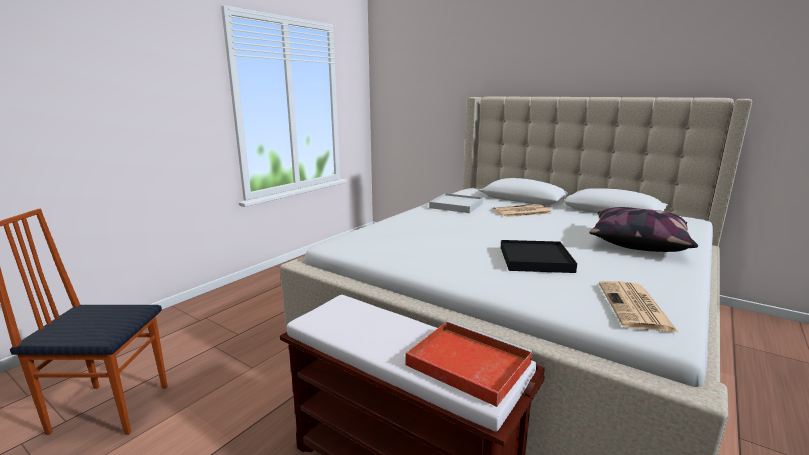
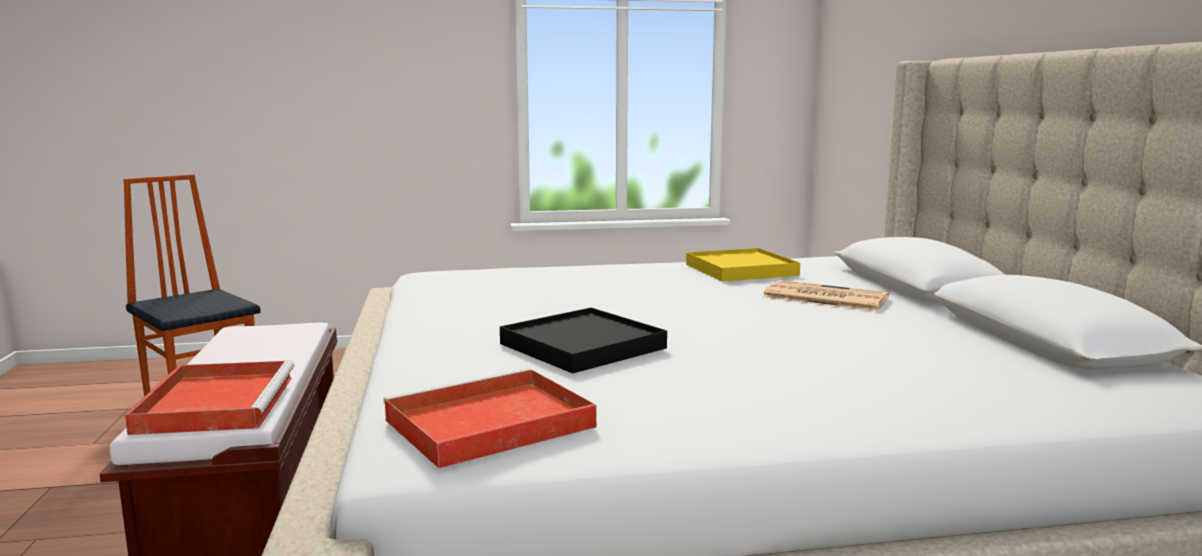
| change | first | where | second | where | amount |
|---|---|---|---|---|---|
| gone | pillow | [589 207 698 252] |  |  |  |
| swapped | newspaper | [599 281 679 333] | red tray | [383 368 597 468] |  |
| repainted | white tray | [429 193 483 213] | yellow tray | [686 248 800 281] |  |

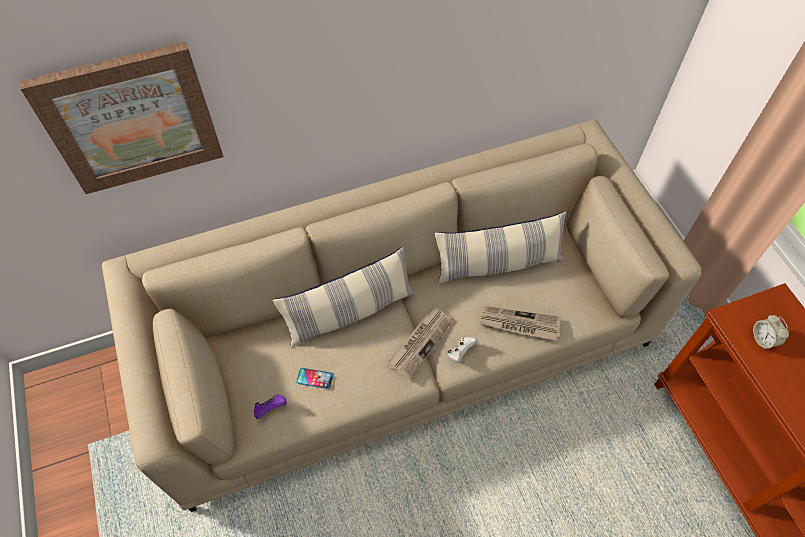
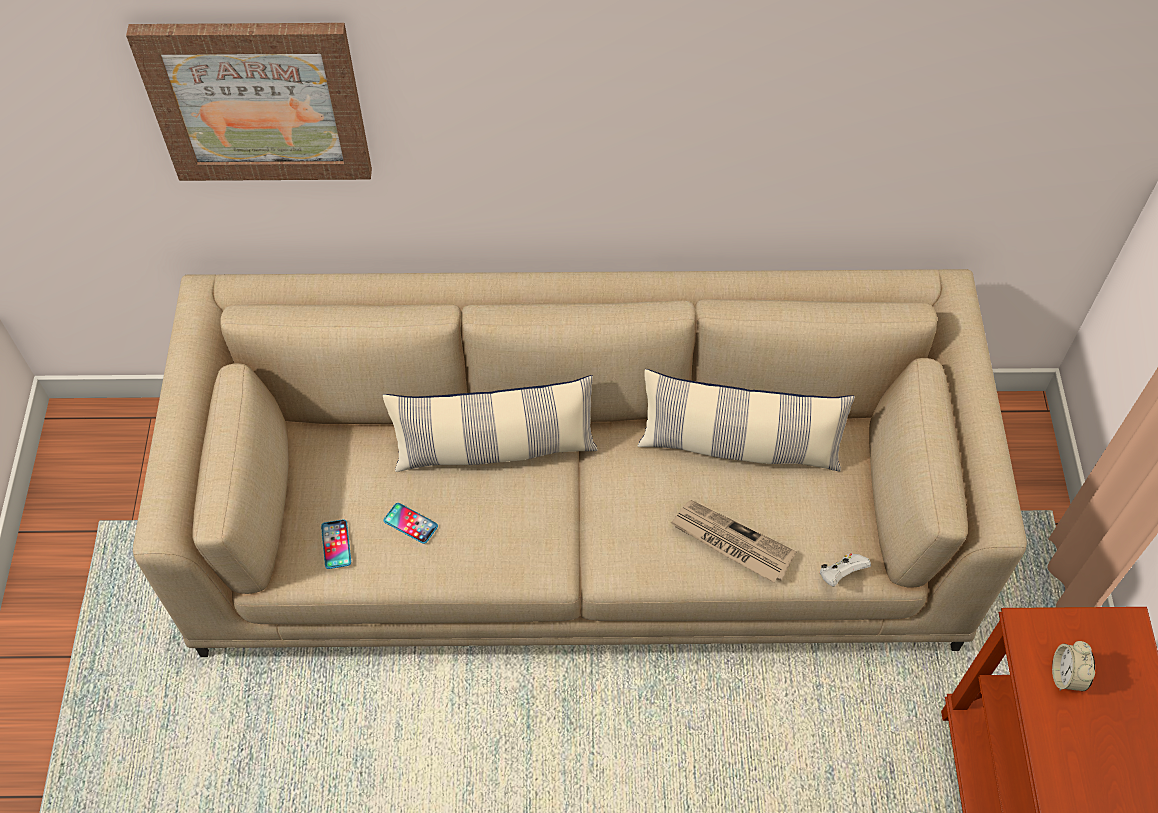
| change | first | where | second | where | amount |
|---|---|---|---|---|---|
| gone | newspaper | [388 305 452 381] |  |  |  |
| shifted | white game controller | [448 337 478 363] |  | [820 553 871 587] |  |
| swapped | purple game controller | [254 394 287 419] | phone | [321 519 351 569] |  |

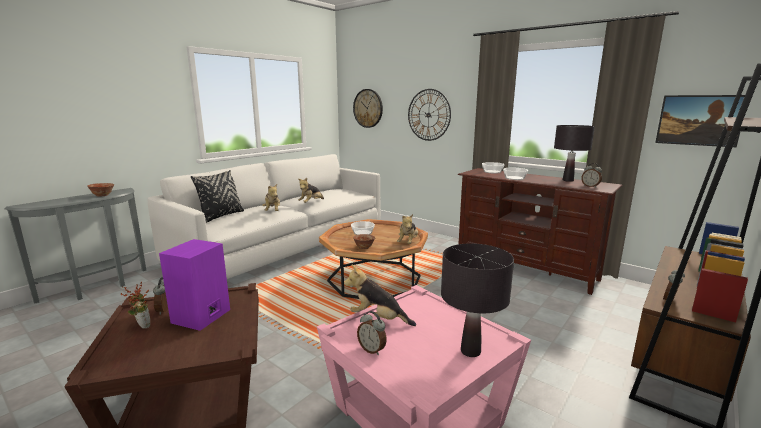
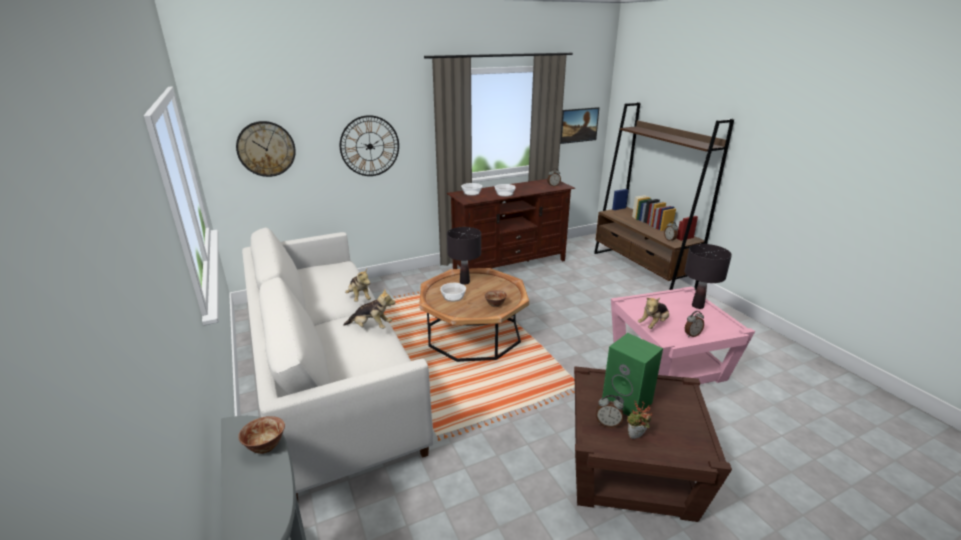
| change | first | where | second | where | amount |
|---|---|---|---|---|---|
| gone | black pillow | [191 170 244 223] |  |  |  |
| gone | plush toy | [397 214 418 244] |  |  |  |
| shifted | black table lamp | [554 125 595 182] |  | [447 227 481 284] |  |
| repainted | purple speaker | [159 239 230 331] | green speaker | [602 333 663 416] |  |

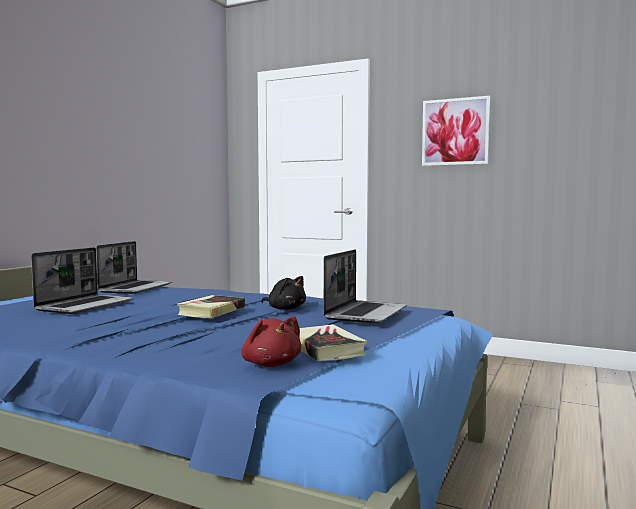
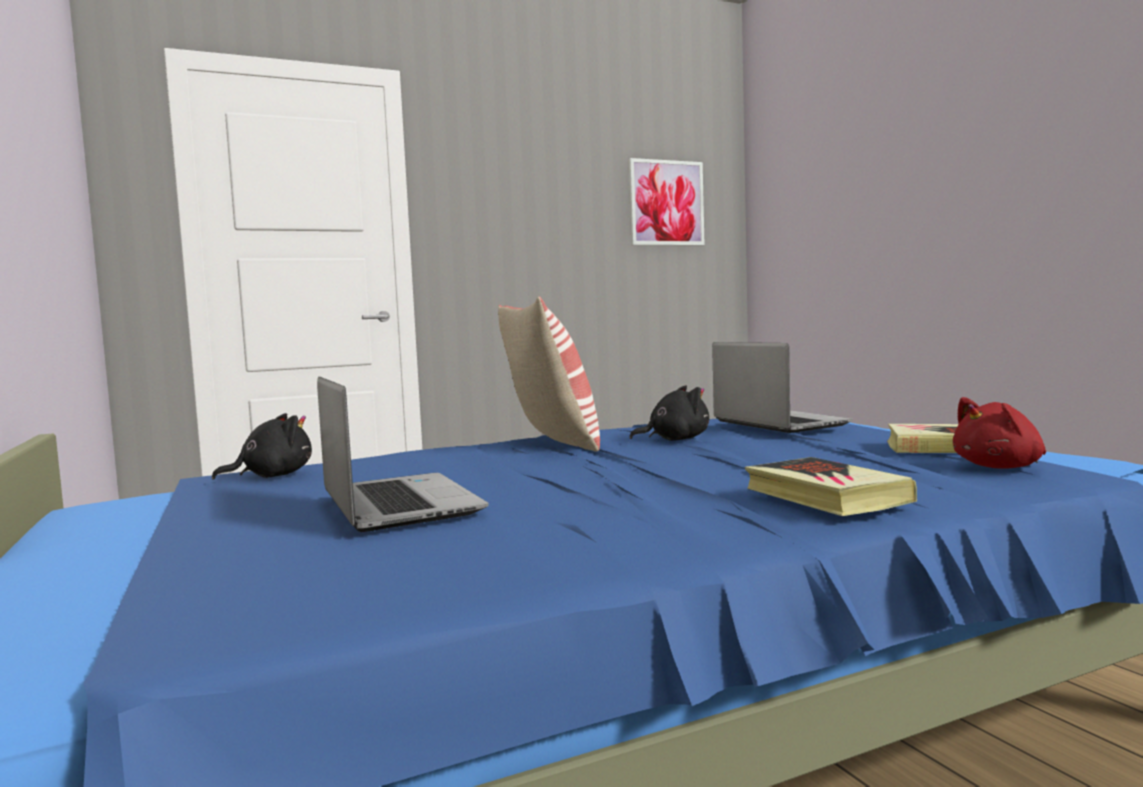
| change | first | where | second | where | amount |
|---|---|---|---|---|---|
| new |  |  | pillow | [498 297 600 452] |  |
| shifted | book | [177 295 245 318] |  | [745 457 917 516] |  |
| shifted | picture | [422 96 490 166] |  | [628 158 705 245] |  |
| swapped | laptop | [96 241 172 294] | black plush toy | [212 413 312 480] |  |
| rotated | red plush toy | [242 317 301 367] |  | [953 397 1046 469] | 150 degrees clockwise |

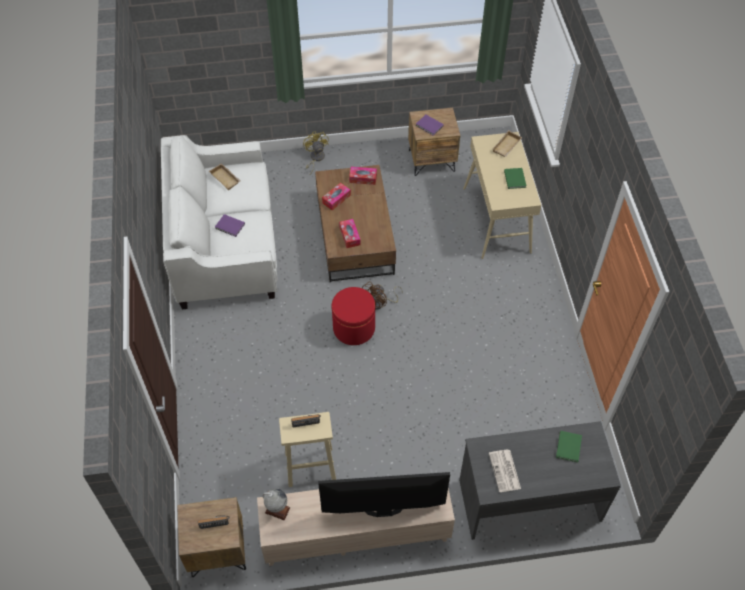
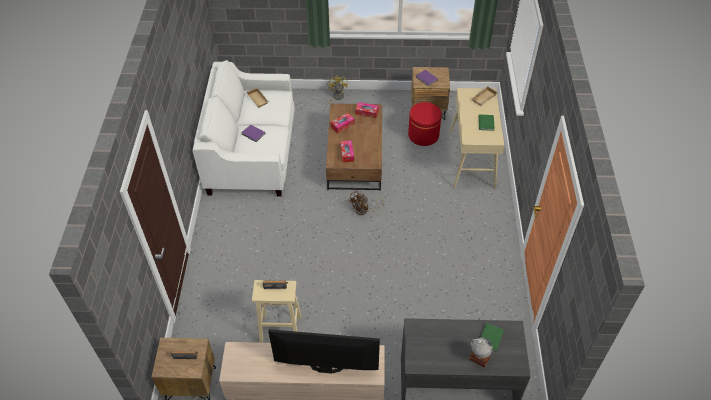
| change | first | where | second | where | amount |
|---|---|---|---|---|---|
| gone | newspaper | [489 450 521 492] |  |  |  |
| shifted | globe | [262 488 290 520] |  | [468 337 493 367] |  |
| shifted | red ottoman | [331 287 376 345] |  | [408 102 442 146] |  |

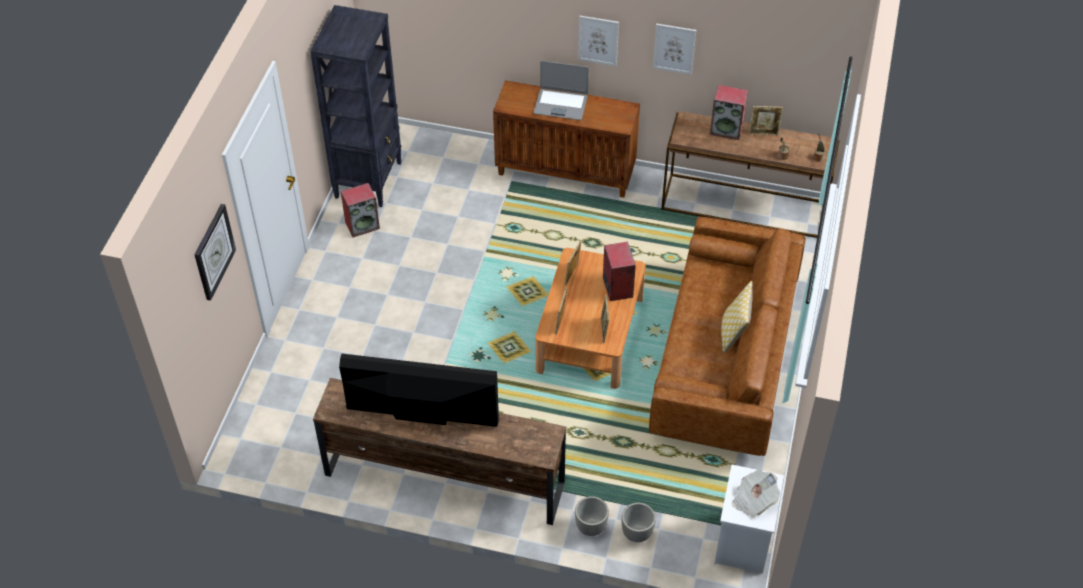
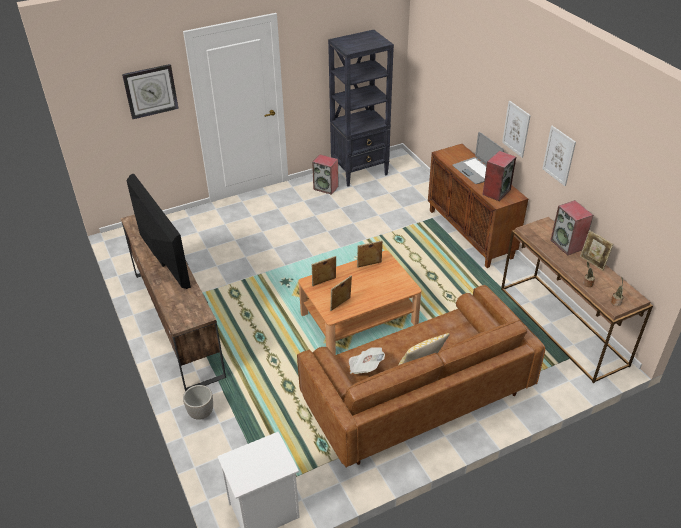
| change | first | where | second | where | amount |
|---|---|---|---|---|---|
| gone | planter | [621 503 656 542] |  |  |  |
| shifted | speaker | [603 241 636 301] |  | [482 151 516 201] |  |
| shifted | newspaper | [732 470 780 518] |  | [349 347 385 374] |  |

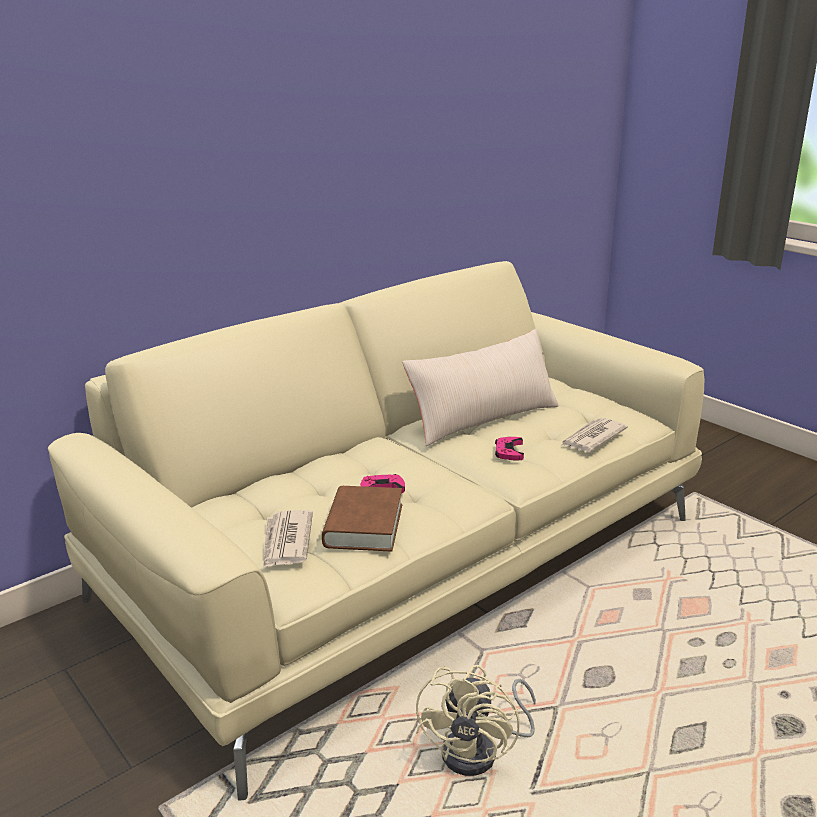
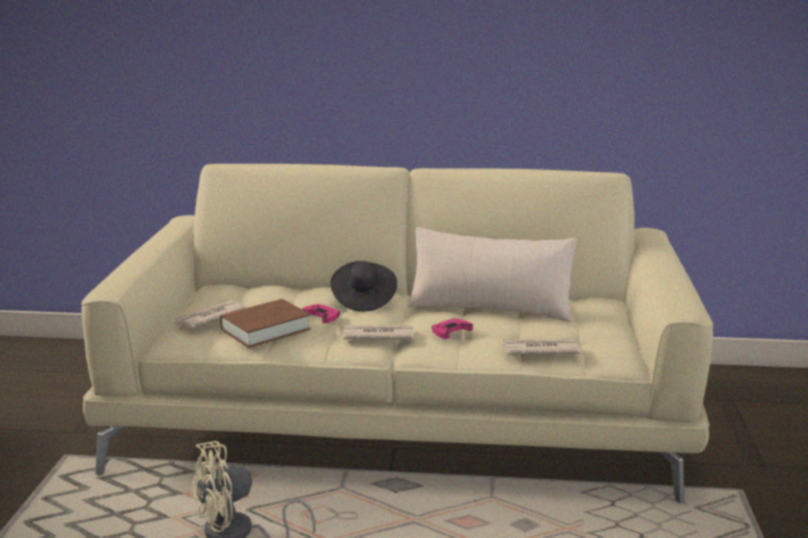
| change | first | where | second | where | amount |
|---|---|---|---|---|---|
| new |  |  | black hat | [330 261 397 312] |  |
| new |  |  | newspaper | [342 325 414 340] |  |

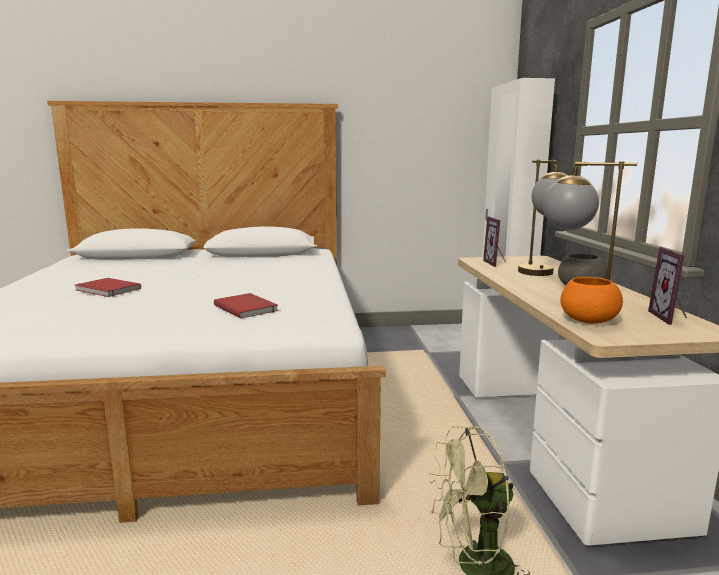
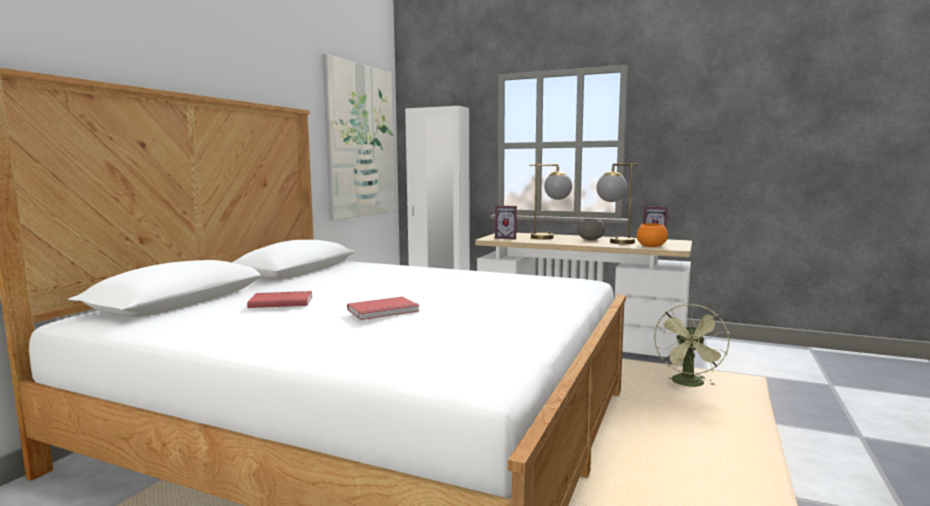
| change | first | where | second | where | amount |
|---|---|---|---|---|---|
| new |  |  | picture | [322 54 395 220] |  |
| shifted | red book | [214 293 278 319] |  | [247 291 312 308] |  |

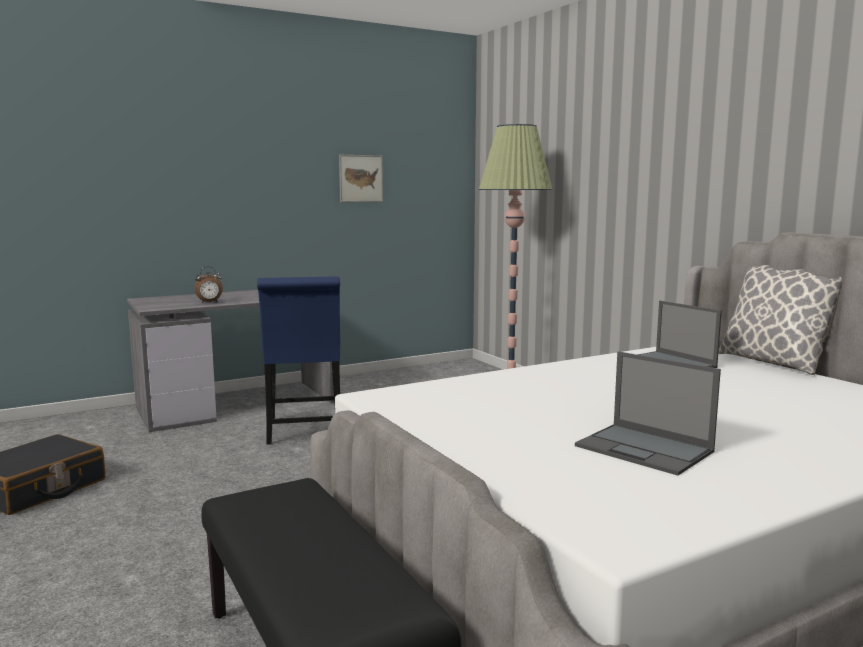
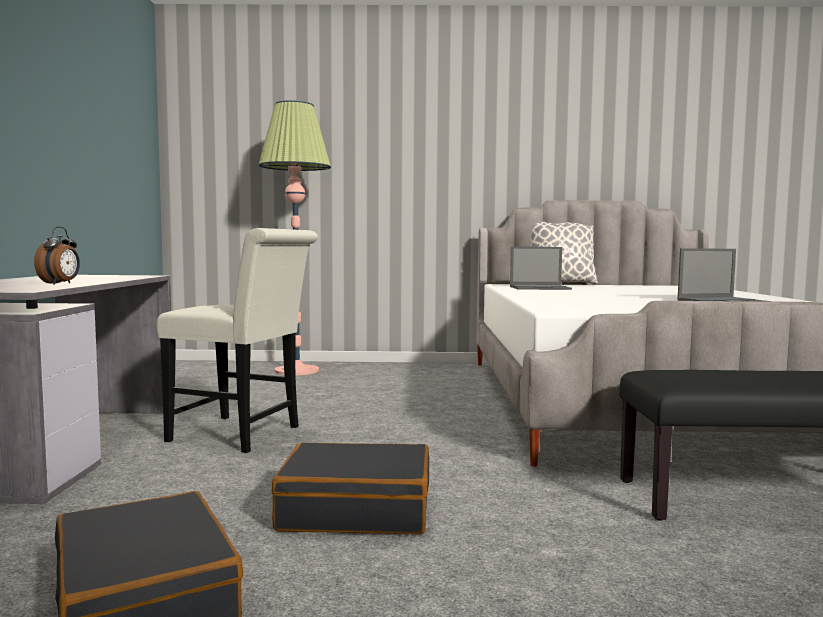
| change | first | where | second | where | amount |
|---|---|---|---|---|---|
| gone | picture | [339 155 383 202] |  |  |  |
| new |  |  | black suitcase | [272 442 429 534] |  |
| repainted | blue chair | [257 276 340 445] | white chair | [157 228 318 453] |  |

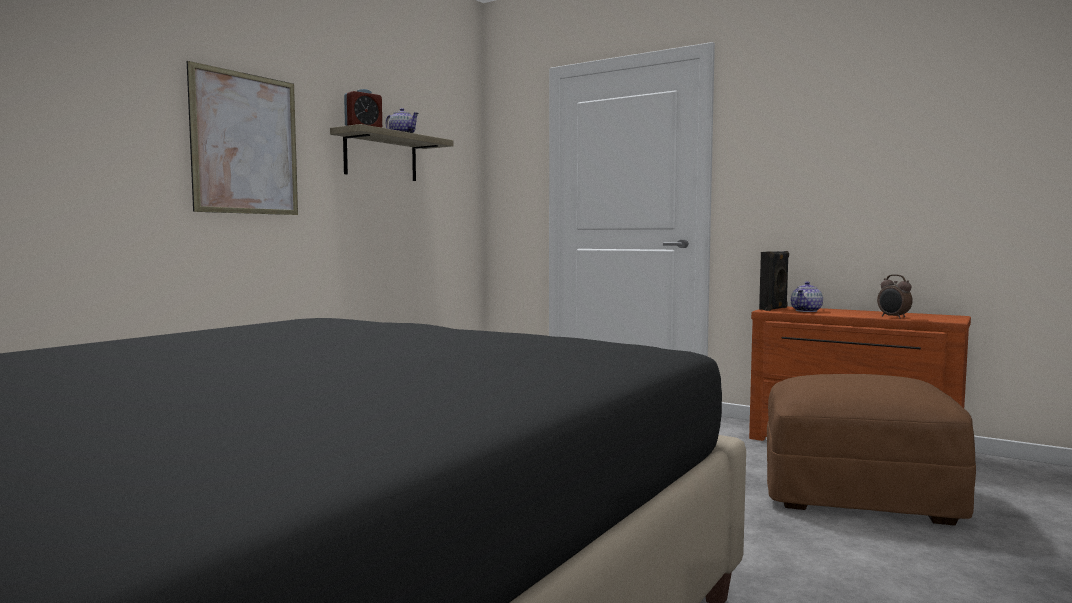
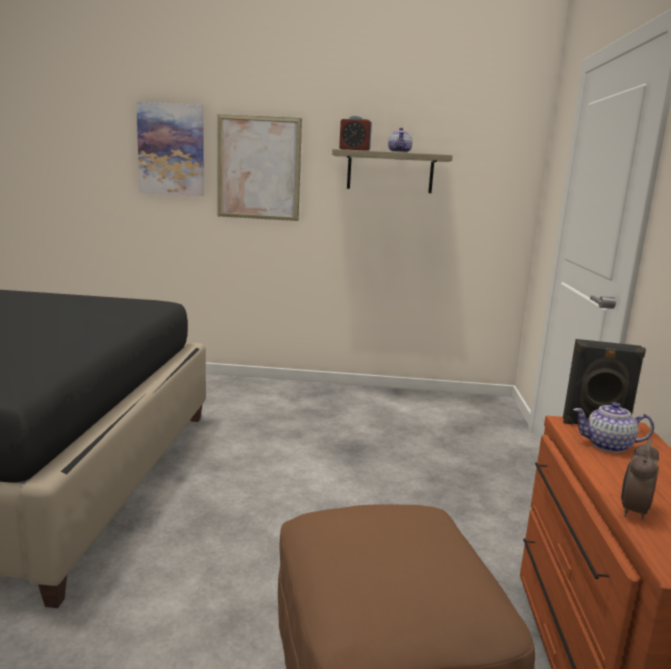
| change | first | where | second | where | amount |
|---|---|---|---|---|---|
| new |  |  | picture | [136 102 204 196] |  |

